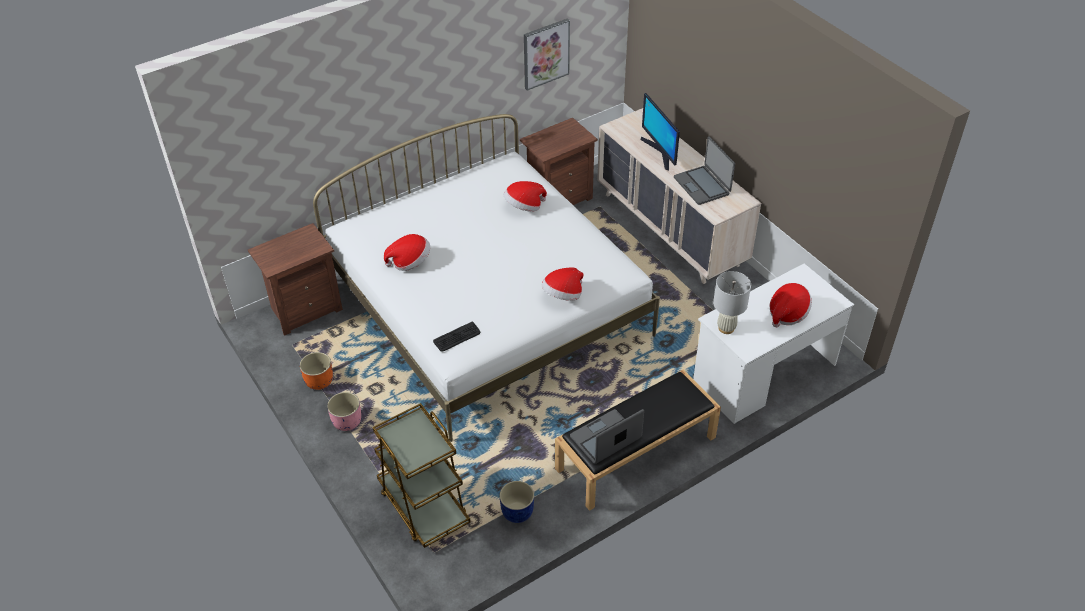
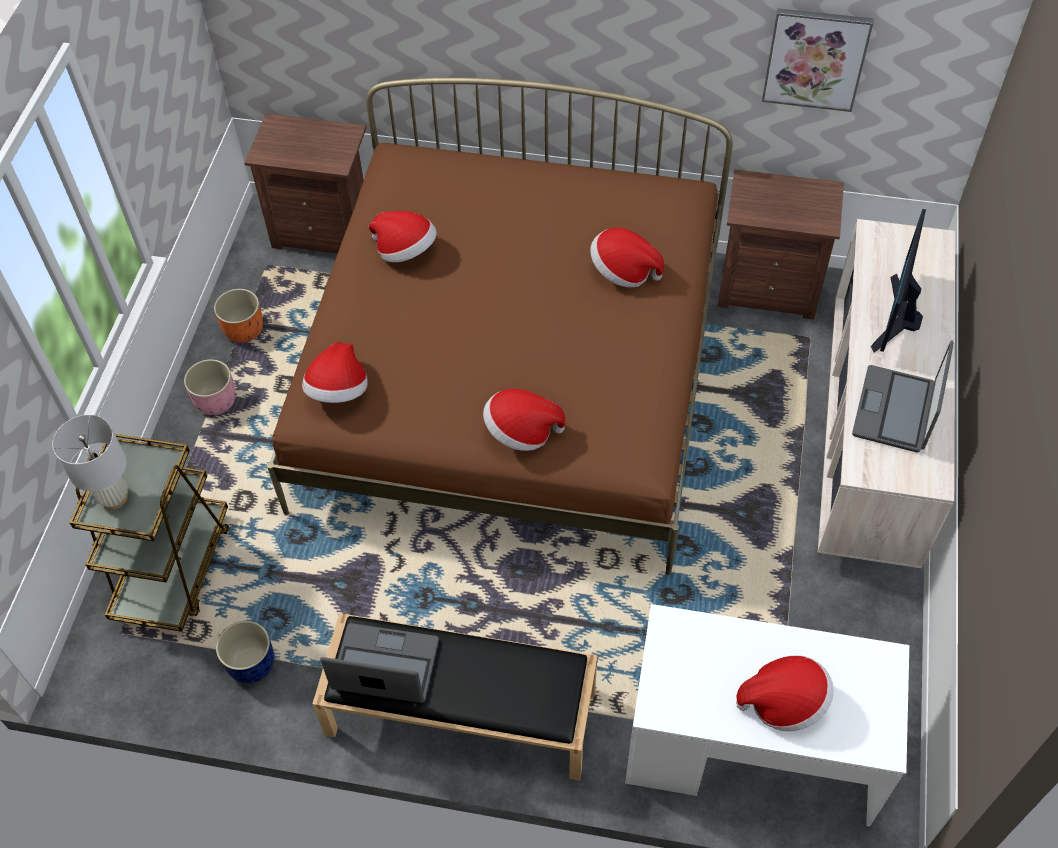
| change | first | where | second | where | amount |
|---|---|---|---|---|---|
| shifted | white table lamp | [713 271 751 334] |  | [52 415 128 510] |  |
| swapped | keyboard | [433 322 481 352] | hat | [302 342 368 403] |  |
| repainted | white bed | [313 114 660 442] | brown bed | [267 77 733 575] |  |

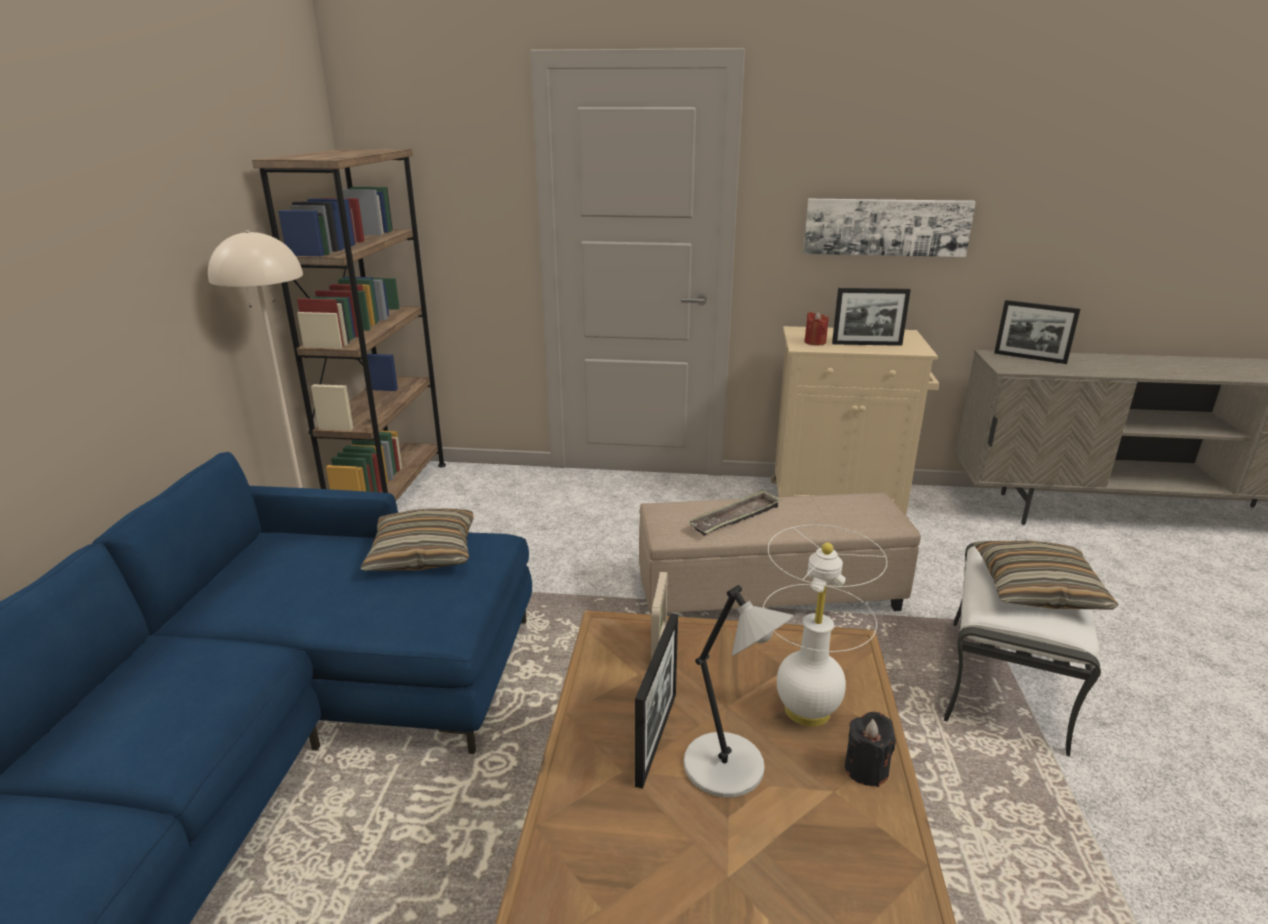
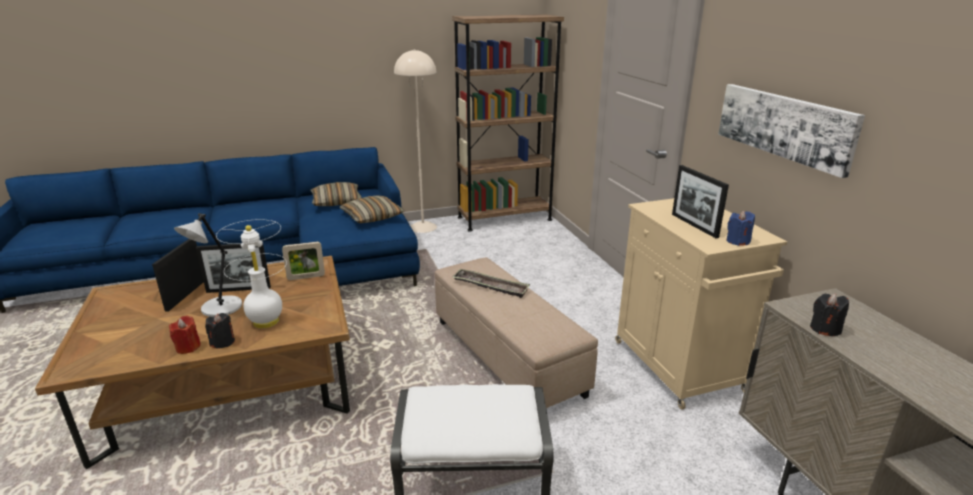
| change | first | where | second | where | amount |
|---|---|---|---|---|---|
| new |  |  | blue candle | [726 211 755 246] |  |
| new |  |  | black candle | [810 294 849 336] |  |
| shifted | red candle | [804 311 829 345] |  | [169 316 201 354] |  |
| shifted | pillow | [973 541 1118 610] |  | [311 182 362 206] |  |
| shifted | picture frame | [994 300 1080 364] |  | [152 239 204 312] |  |

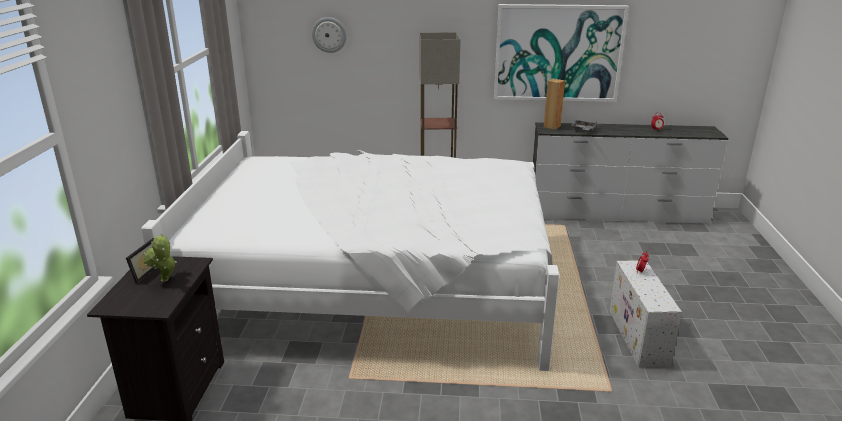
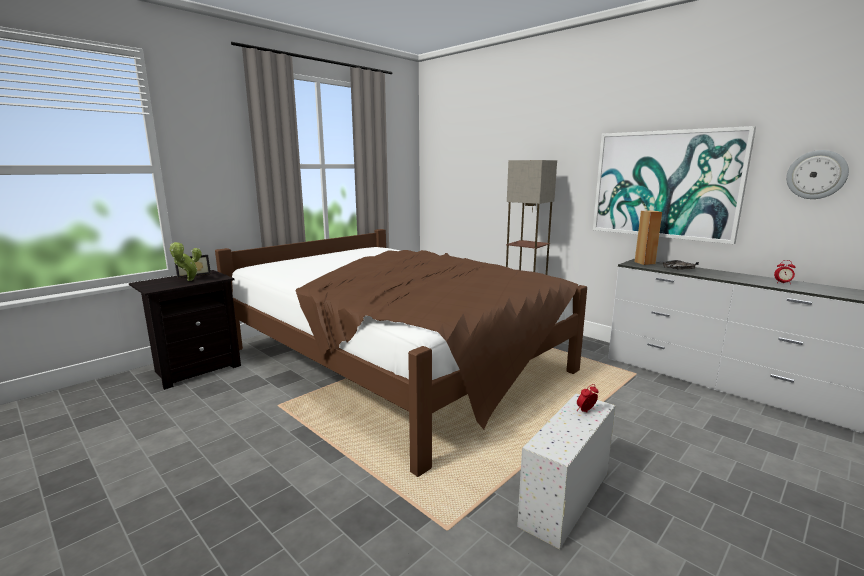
| change | first | where | second | where | amount |
|---|---|---|---|---|---|
| shifted | wall clock | [312 17 347 53] |  | [786 150 849 199] |  |
| repainted | white bed | [141 131 559 371] | brown bed | [215 229 587 477] |  |

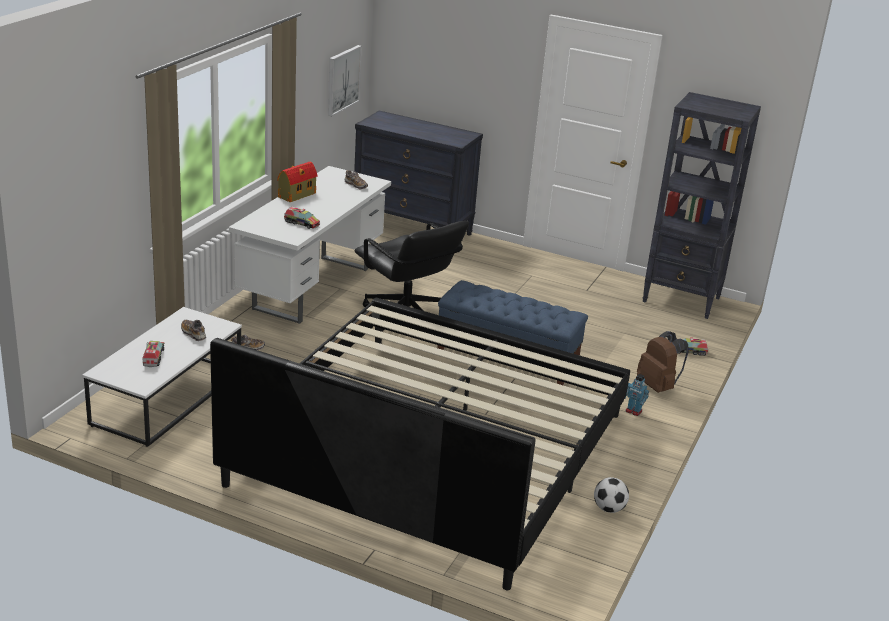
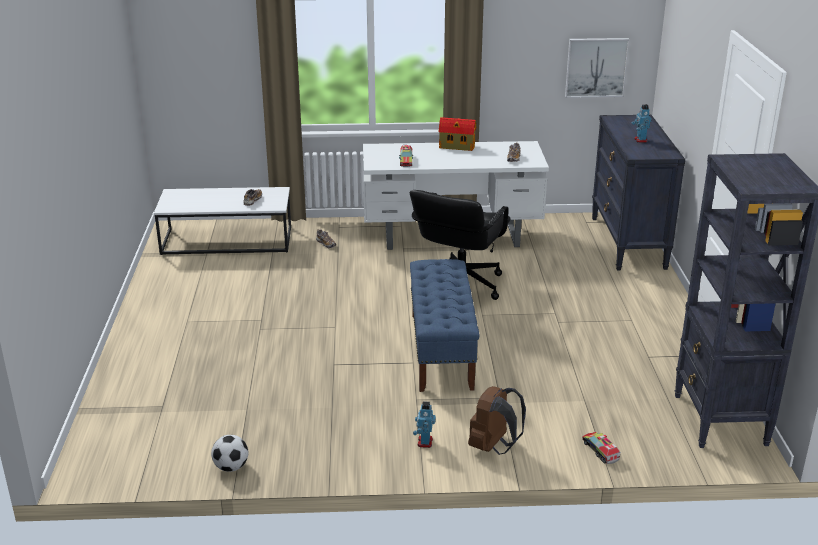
| change | first | where | second | where | amount |
|---|---|---|---|---|---|
| gone | toy truck | [142 341 165 367] |  |  |  |
| gone | bed | [210 298 630 590] |  |  |  |
| new |  |  | toy robot | [632 104 652 143] |  |

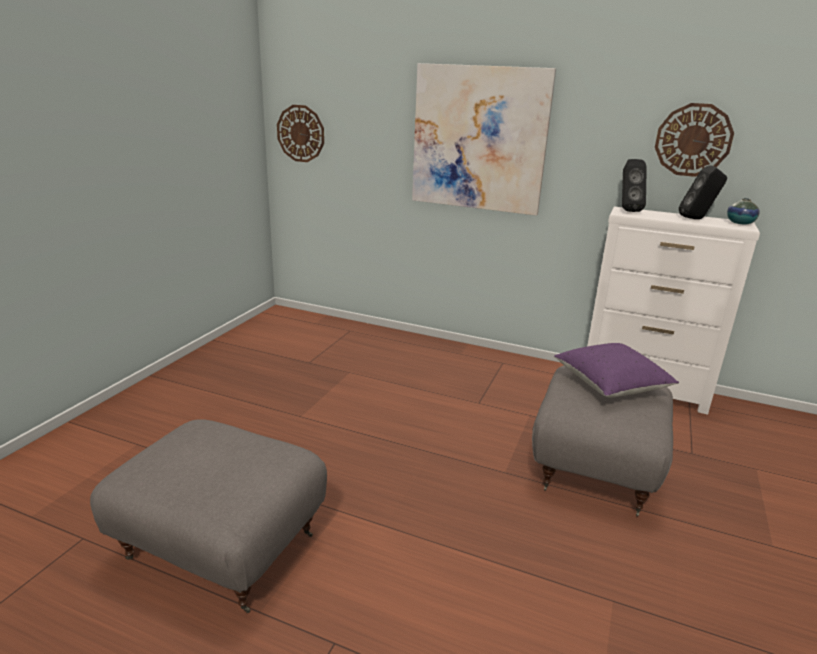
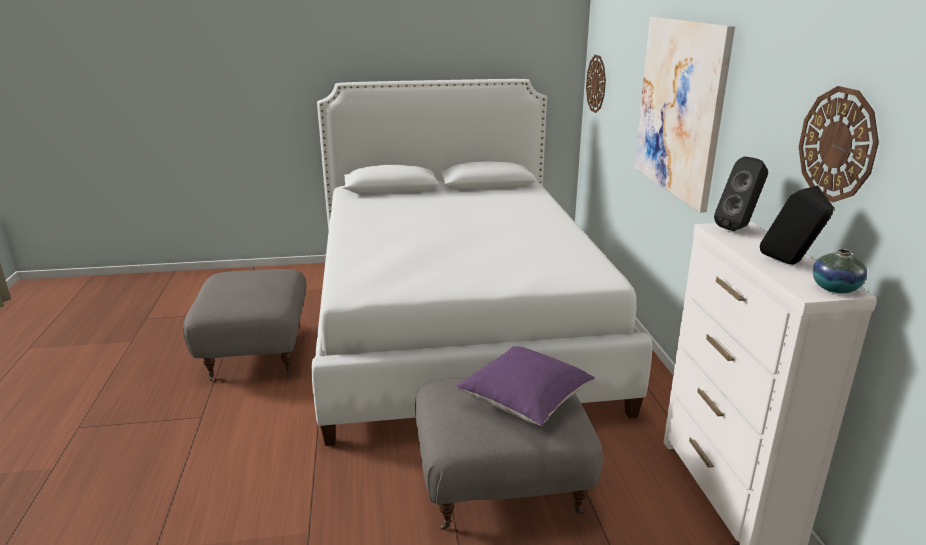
| change | first | where | second | where | amount |
|---|---|---|---|---|---|
| new |  |  | white bed | [311 79 652 446] |  |

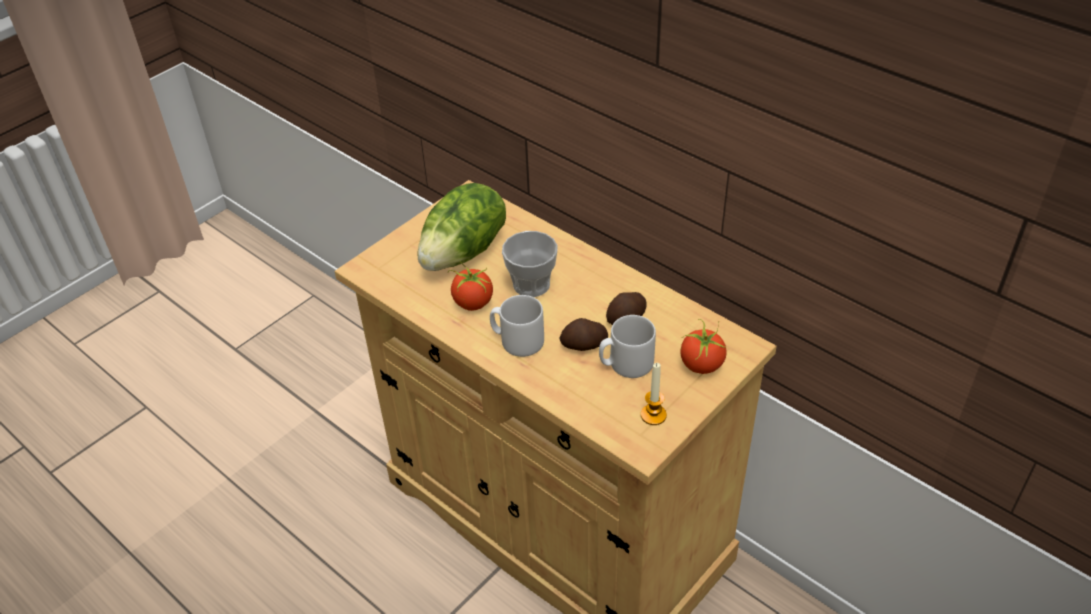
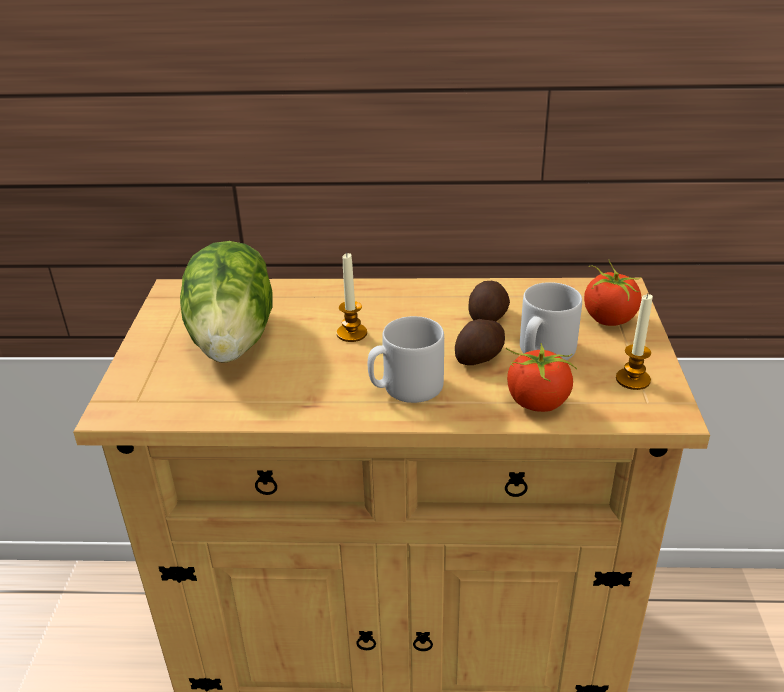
| change | first | where | second | where | amount |
|---|---|---|---|---|---|
| shifted | tomato | [448 260 493 311] |  | [506 343 577 412] |  |
| swapped | cup | [502 231 558 297] | candle | [337 253 367 342] |  |

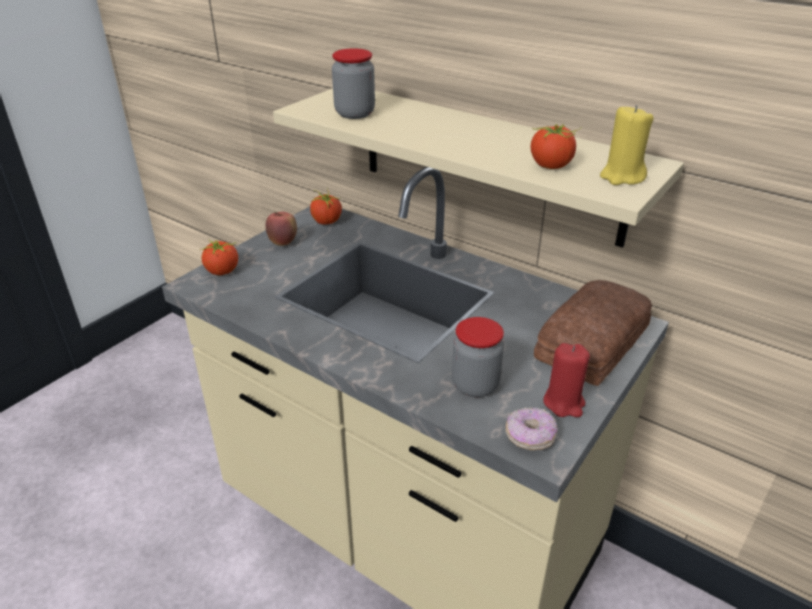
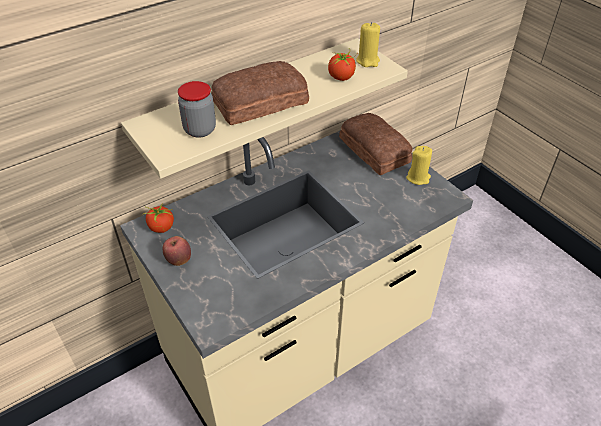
| change | first | where | second | where | amount |
|---|---|---|---|---|---|
| gone | tomato | [199 240 238 275] |  |  |  |
| gone | jar | [452 317 504 397] |  |  |  |
| gone | donut | [505 407 557 450] |  |  |  |
| new |  |  | bread | [211 61 309 125] |  |
| repainted | red candle | [543 343 590 417] | yellow candle | [406 146 432 185] |  |

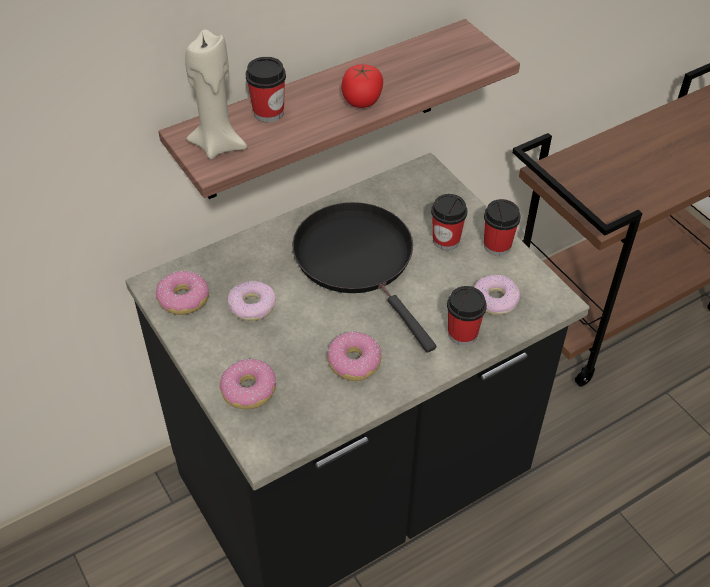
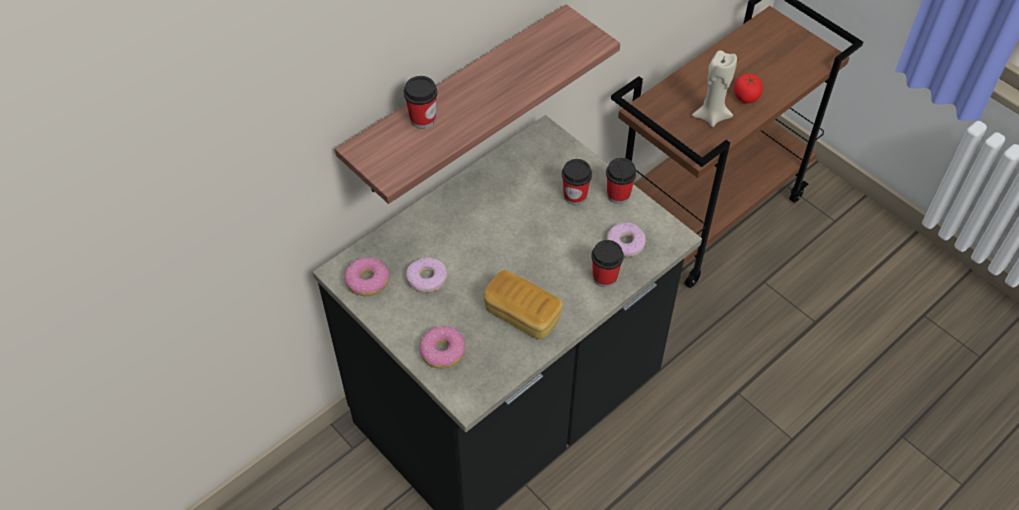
| change | first | where | second | where | amount |
|---|---|---|---|---|---|
| gone | black frying pan | [292 202 436 352] |  |  |  |
| shifted | beige candle | [185 30 247 159] |  | [692 50 737 127] |  |
| shifted | tomato | [341 64 383 108] |  | [734 74 763 103] |  |
| swapped | donut | [327 331 382 381] | bread | [484 270 563 339] |  |

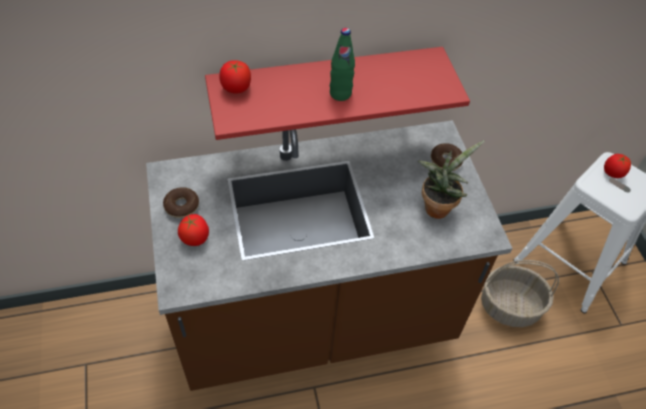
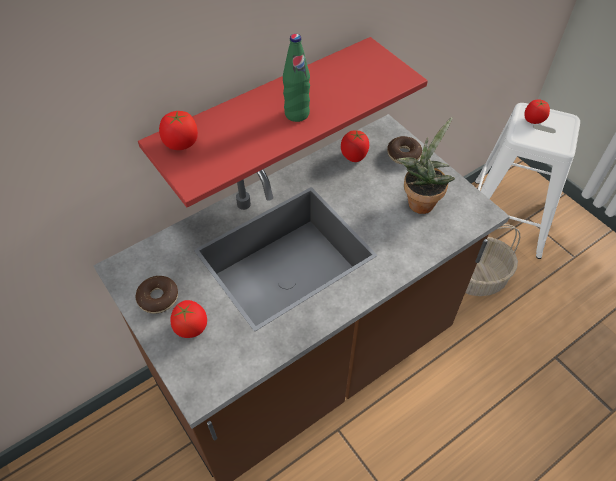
| change | first | where | second | where | amount |
|---|---|---|---|---|---|
| new |  |  | tomato | [341 130 369 162] |  |

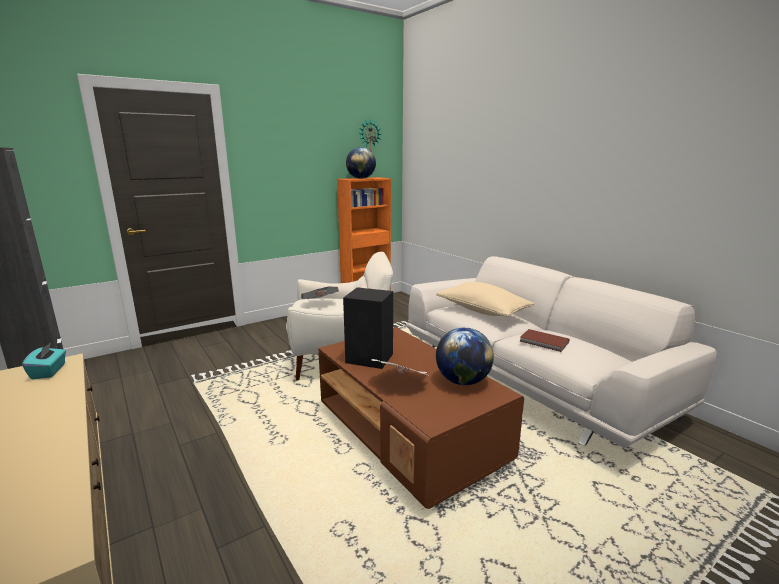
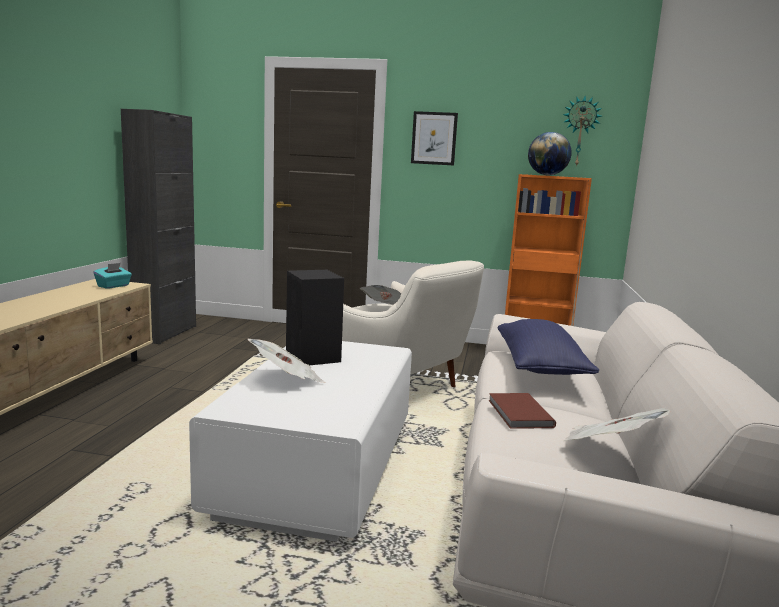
| change | first | where | second | where | amount |
|---|---|---|---|---|---|
| gone | globe | [436 327 494 385] |  |  |  |
| new |  |  | picture | [411 111 458 165] |  |
| new |  |  | newspaper | [564 408 670 441] |  |
| repainted | brown coffee table | [318 327 524 509] | white coffee table | [189 341 412 542] |  |
| repainted | beige pillow | [436 282 534 317] | blue pillow | [498 319 599 375] |  |

